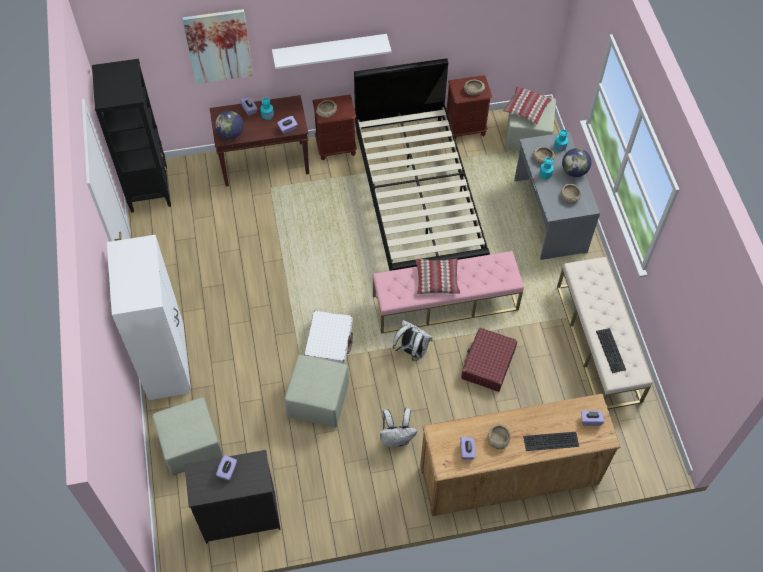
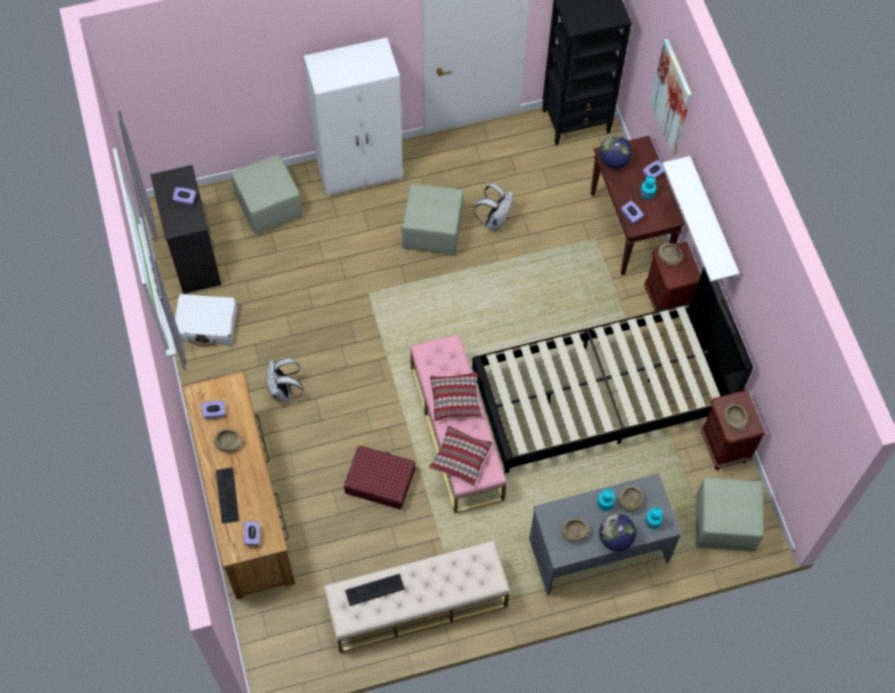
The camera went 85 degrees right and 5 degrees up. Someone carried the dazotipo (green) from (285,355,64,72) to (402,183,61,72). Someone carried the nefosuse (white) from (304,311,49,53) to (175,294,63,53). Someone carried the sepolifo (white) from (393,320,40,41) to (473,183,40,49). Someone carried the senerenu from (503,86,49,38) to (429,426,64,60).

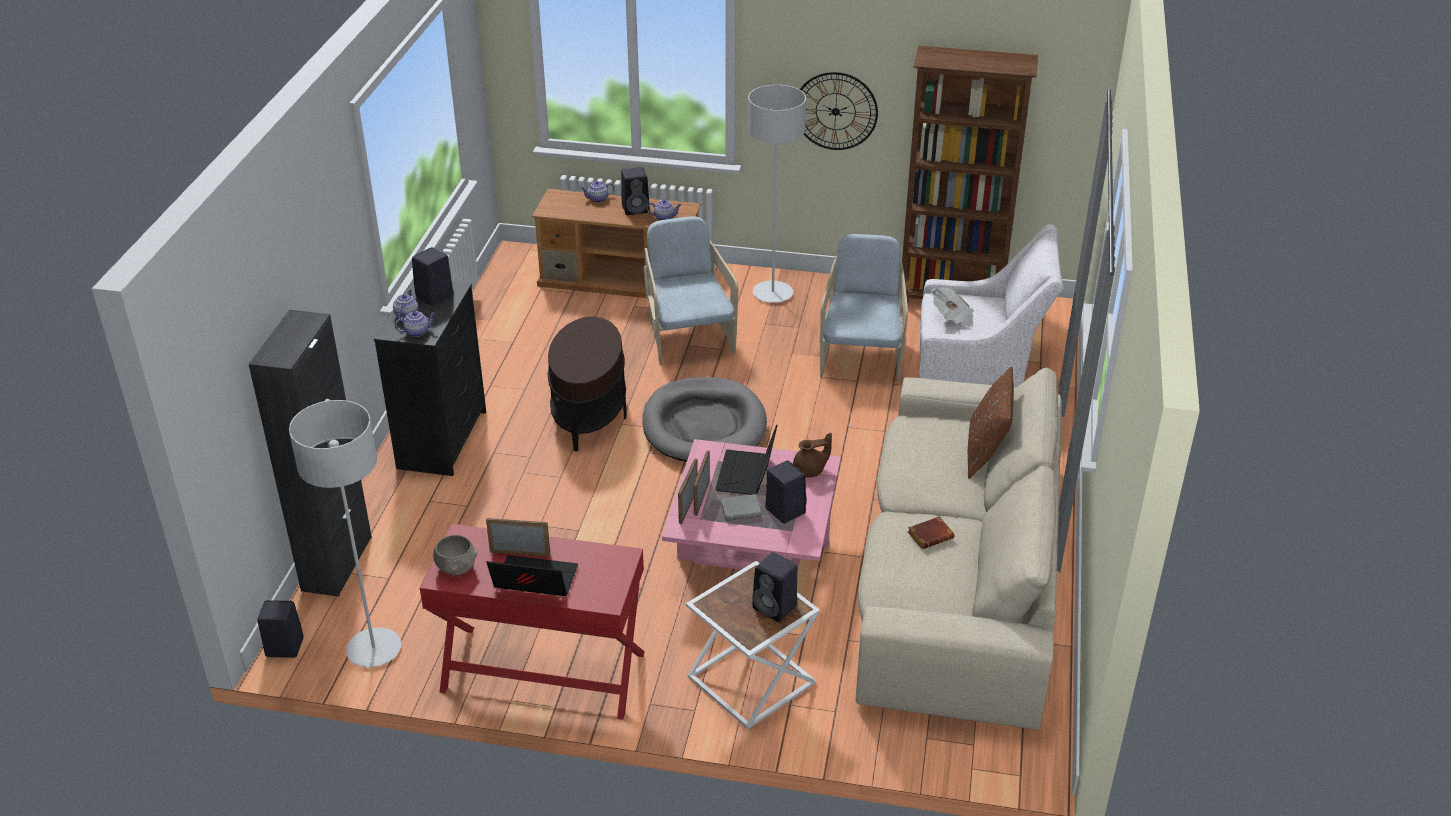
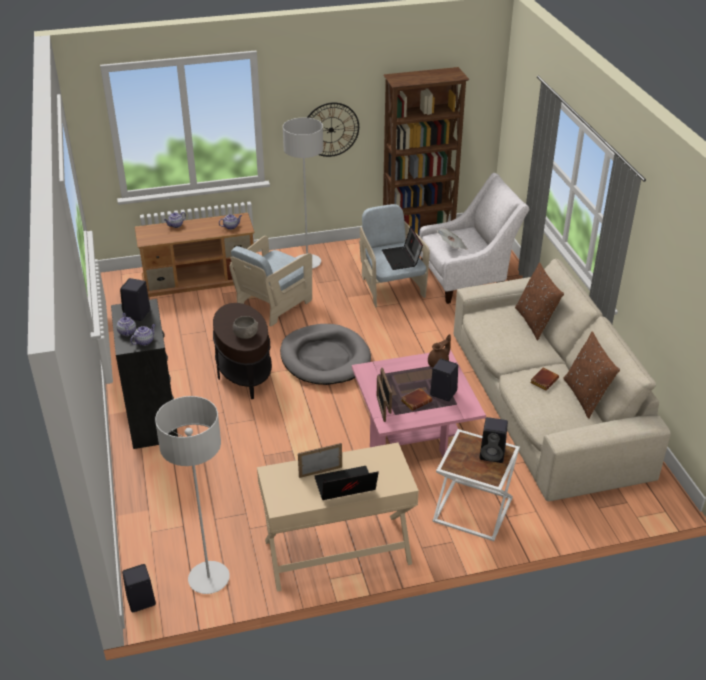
The camera went 25 degrees left and 0 degrees up. Someone took away the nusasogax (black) at (249,310,123,287). Someone repainted the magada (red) at (419,524,226,196), which became the magada (beige) at (257,443,162,149). Someone carried the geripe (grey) from (433,535,44,40) to (233,316,25,23). Someone took away the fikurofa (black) at (621,167,29,48). Someone rotated the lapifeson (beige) at (644,216,94,149) by 105 degrees counterclockwise. Someone carried the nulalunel from (715,424,63,71) to (382,226,41,44). Someone repainted the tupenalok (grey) at (721,494,40,27), which became the tupenalok (brown) at (401,388,31,23). Someone put down the senerenu (brown) at (563,332,57,87).

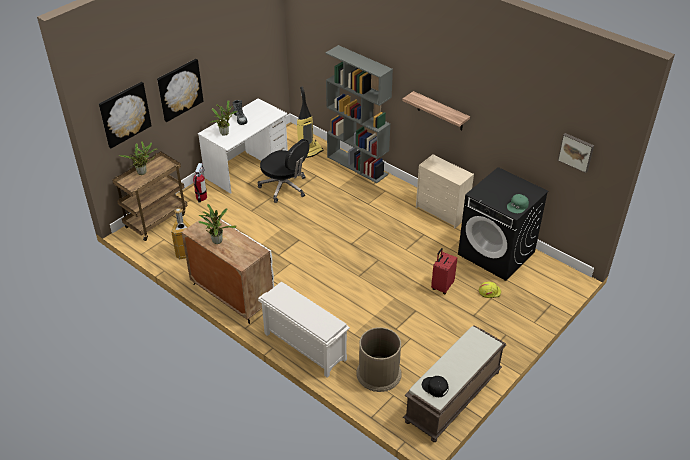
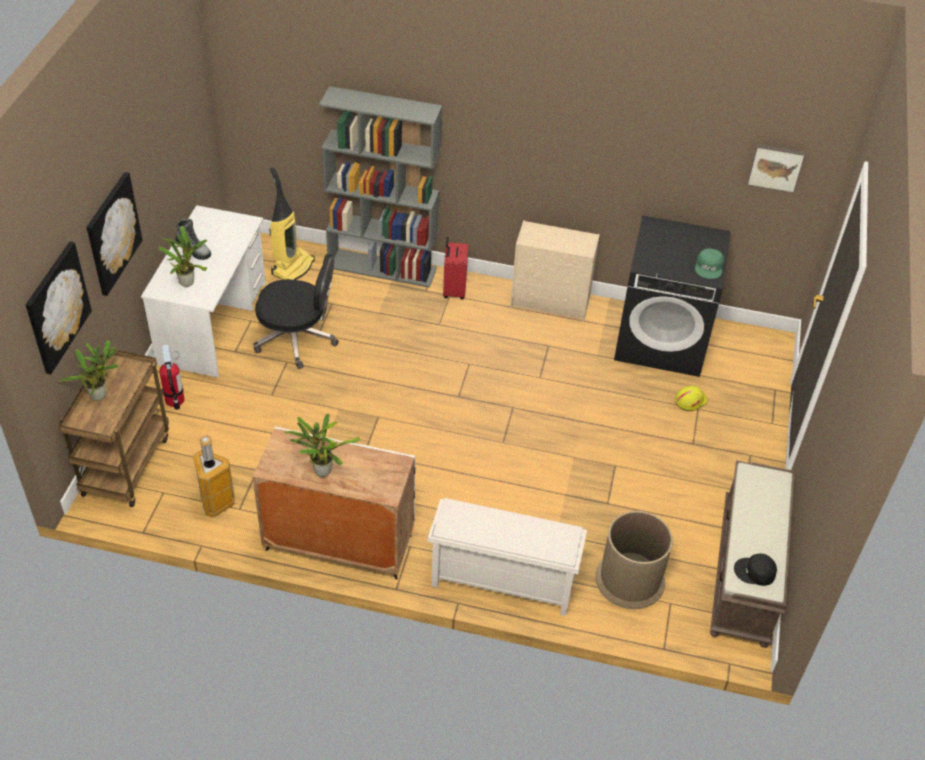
The camera went 30 degrees left and 5 degrees up. Someone took away the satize at (402,91,68,39). Someone carried the nefosuse (red) from (431,248,26,46) to (443,237,25,62).

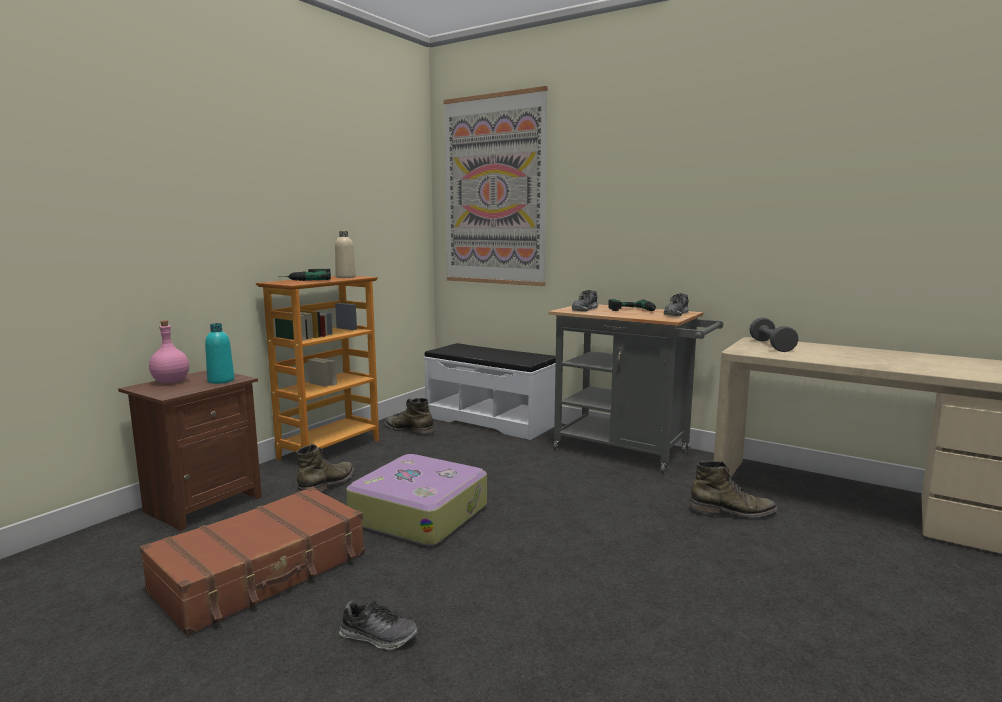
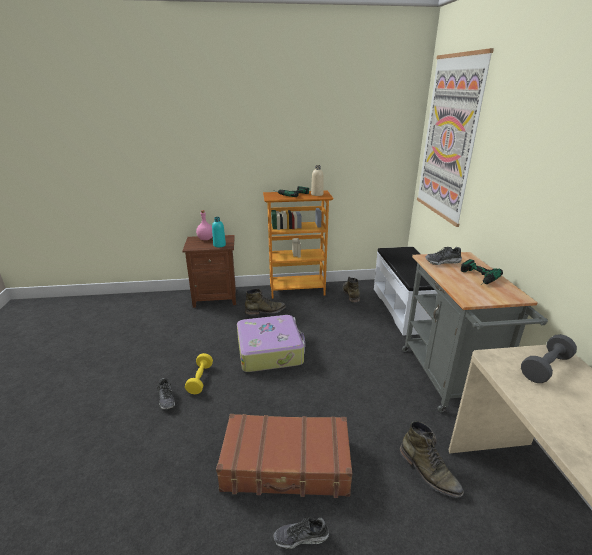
The camera went 50 degrees right and 15 degrees up. Someone carried the nefosuse (brown) from (140,487,225,149) to (216,414,136,84). Someone carried the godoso from (664,293,25,23) to (274,517,55,32). Someone put down the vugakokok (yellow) at (185,353,28,41).

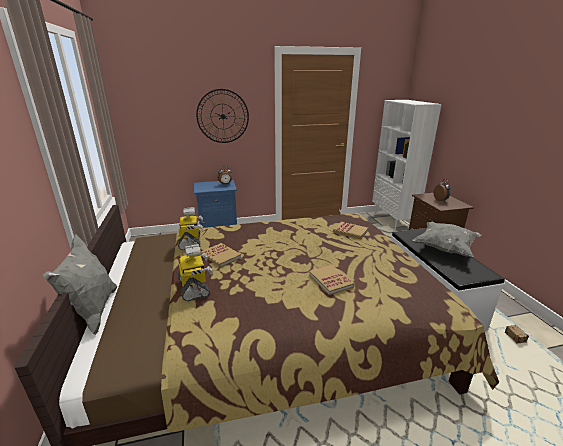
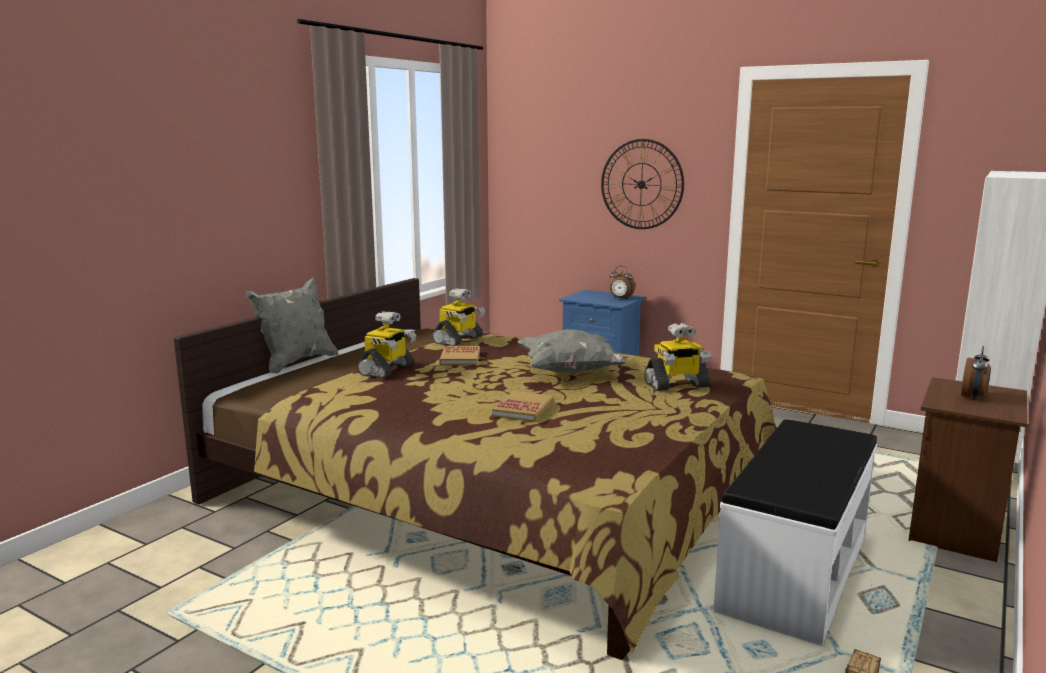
The camera went 45 degrees right and 10 degrees down. Someone swapped the tupenalok at (333,222,35,17) for the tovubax at (644,323,67,68). Someone carried the senerenu (grey) from (413,222,68,35) to (517,329,111,44).

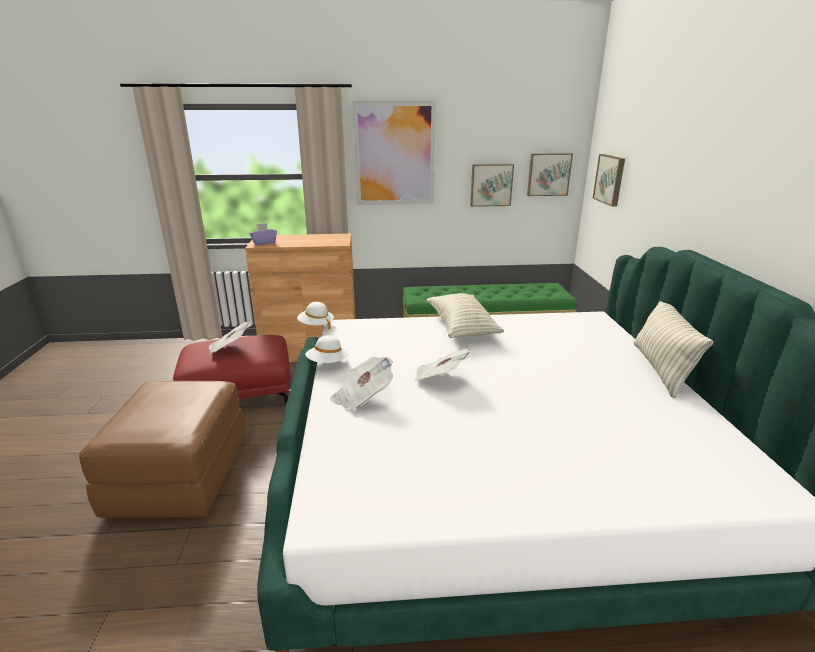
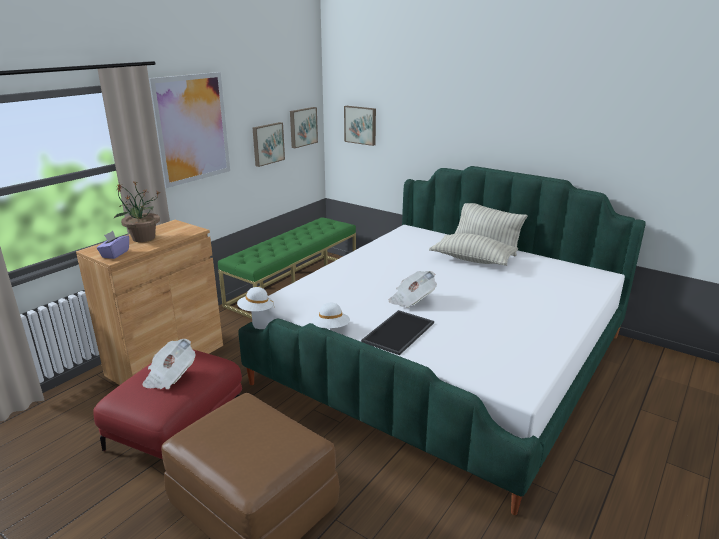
The camera went 50 degrees left and 0 degrees up. Someone swapped the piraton at (331,357,62,54) for the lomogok at (361,310,73,45). Someone carried the senerenu from (427,293,77,45) to (429,233,89,33). Someone put down the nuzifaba at (113,181,47,61).

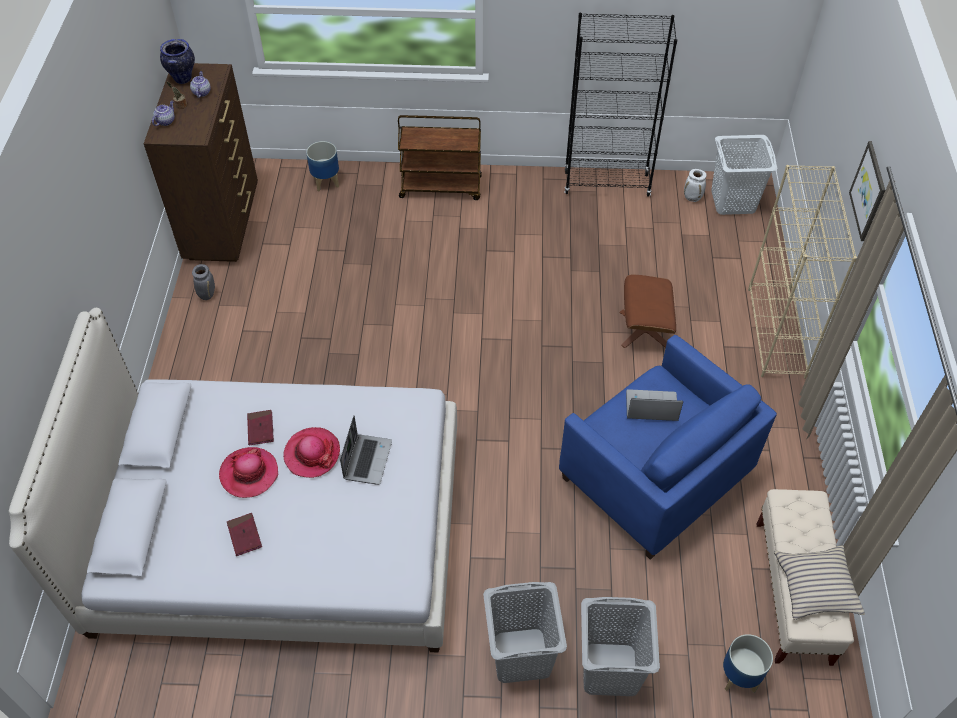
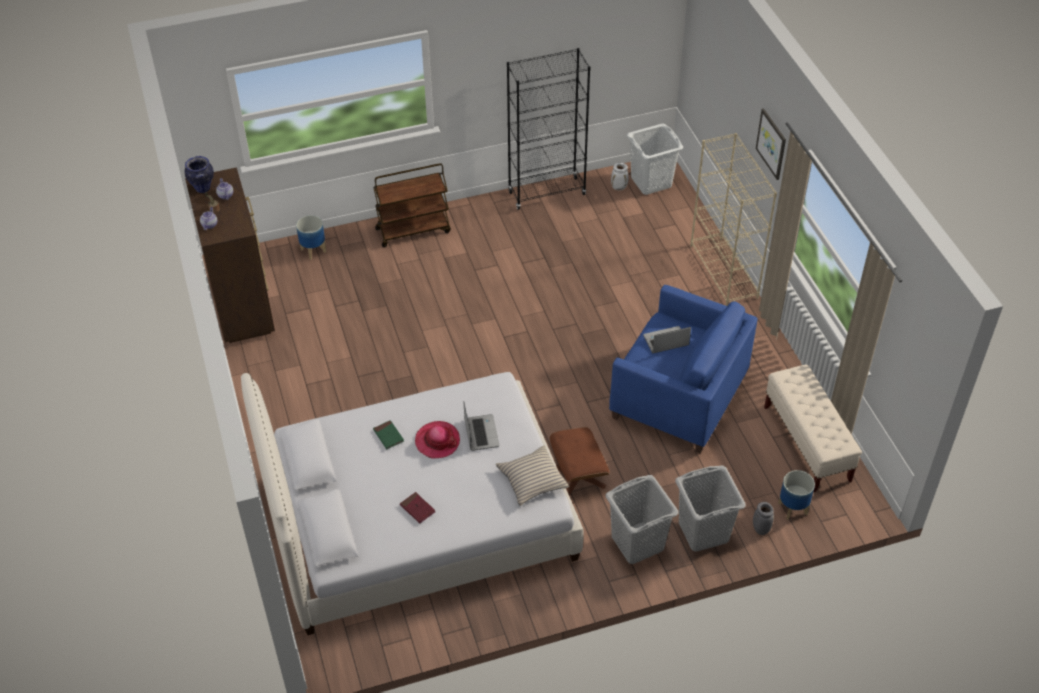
The camera went 20 degrees left and 5 degrees down. Someone carried the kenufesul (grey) from (192,264,23,36) to (753,502,21,33). Someone took away the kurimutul at (219,447,59,51). Someone repainted the tupenalok (red) at (247,410,27,35), which became the tupenalok (green) at (373,420,31,29). Someone carried the dazotipo (brown) from (619,275,57,73) to (550,427,60,69). Someone carried the senerenu (beige) from (774,545,91,75) to (496,445,73,61).

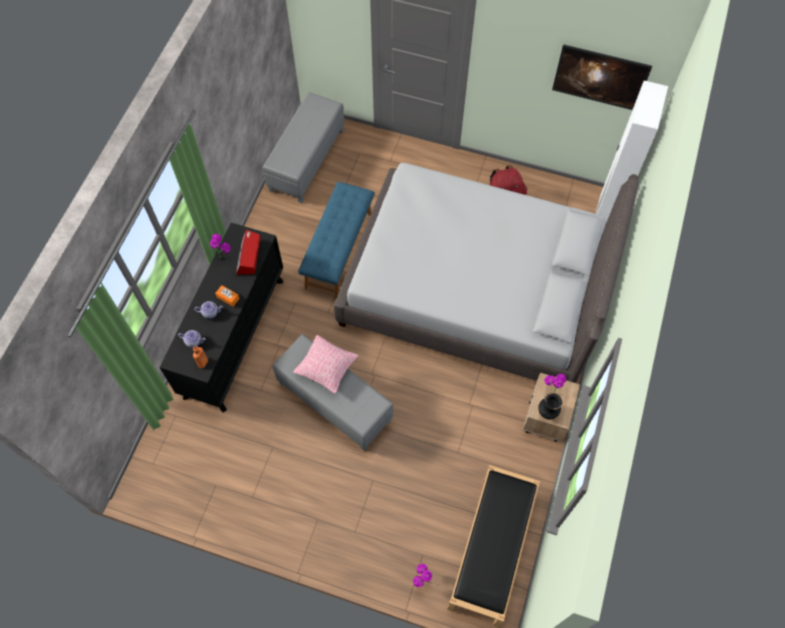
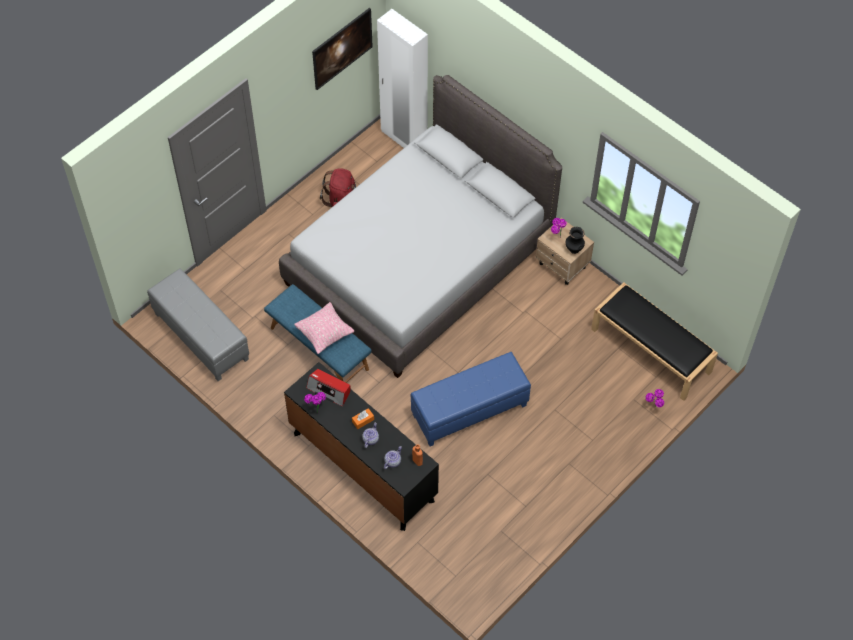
The camera went 65 degrees left and 5 degrees down. Someone repainted the dazotipo (grey) at (272,334,121,117), which became the dazotipo (blue) at (411,352,120,94). Someone carried the senerenu (pink) from (293,335,65,59) to (294,302,60,52).

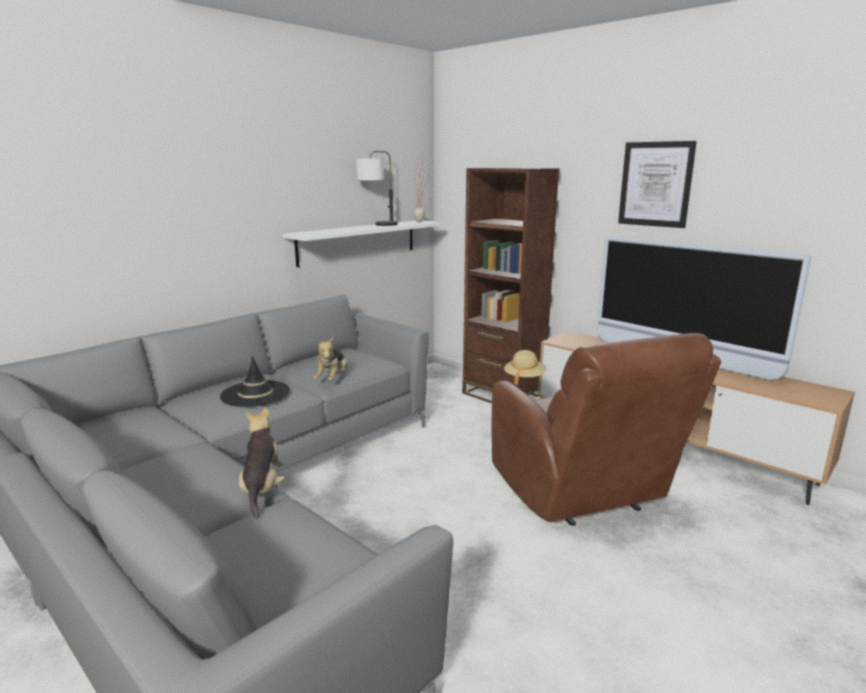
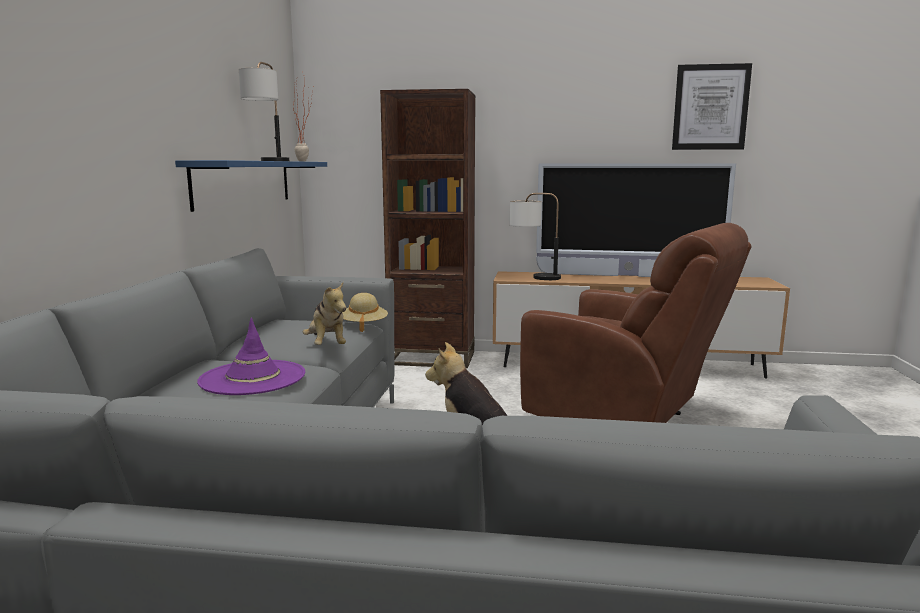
The camera went 35 degrees left and 5 degrees down. Someone repainted the kurimutul (black) at (220,356,70,51), which became the kurimutul (purple) at (197,318,108,77). Someone repainted the satize (white) at (283,220,159,47), which became the satize (blue) at (175,160,152,52). Someone carried the kurimutul (beige) from (504,350,43,35) to (342,293,46,39). Someone carried the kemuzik from (618,141,79,87) to (672,63,80,87). Someone put down the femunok at (510,193,51,87).

